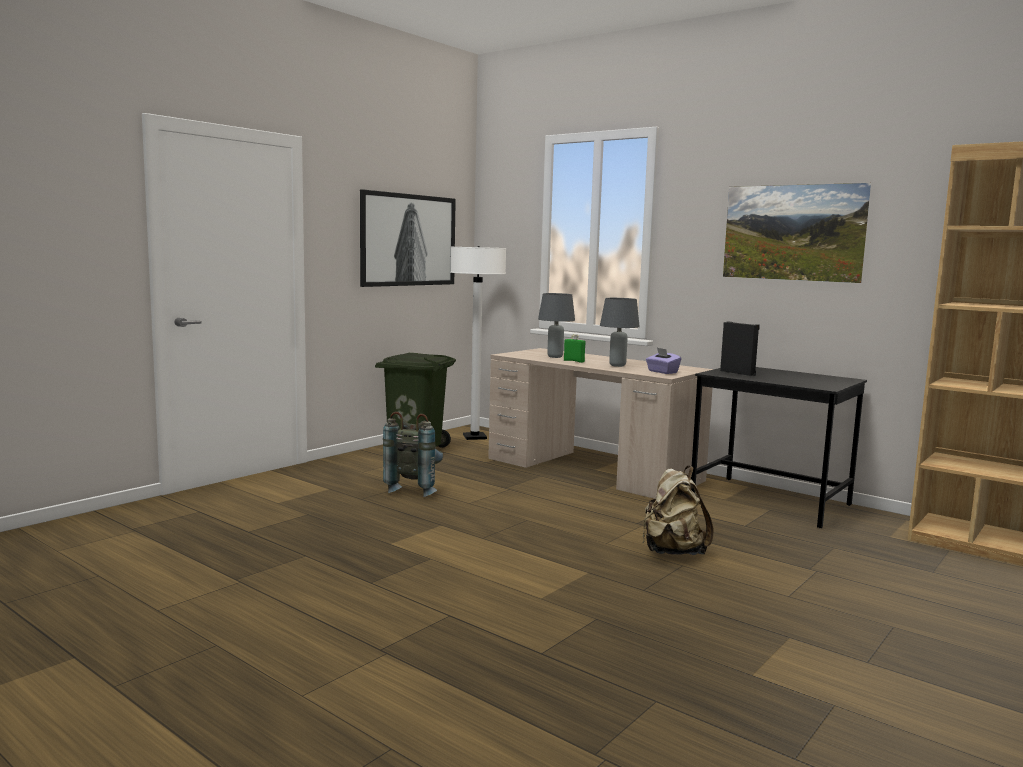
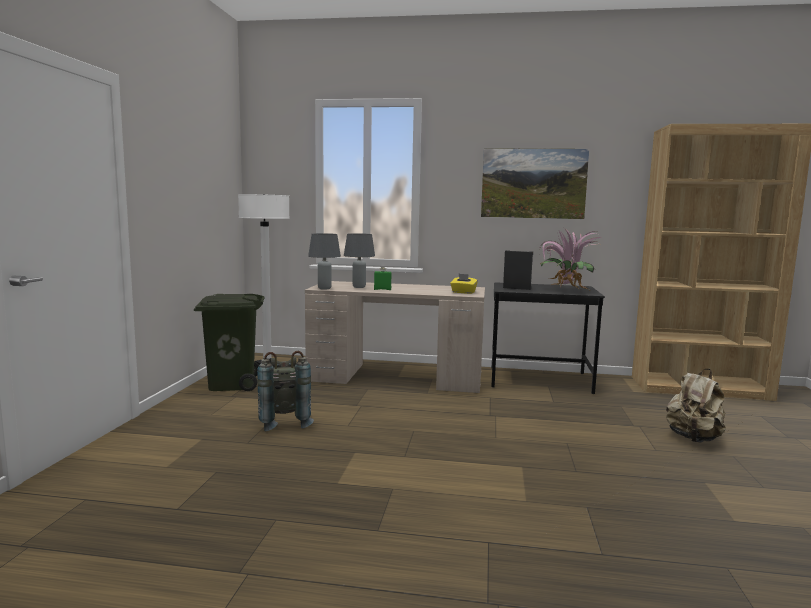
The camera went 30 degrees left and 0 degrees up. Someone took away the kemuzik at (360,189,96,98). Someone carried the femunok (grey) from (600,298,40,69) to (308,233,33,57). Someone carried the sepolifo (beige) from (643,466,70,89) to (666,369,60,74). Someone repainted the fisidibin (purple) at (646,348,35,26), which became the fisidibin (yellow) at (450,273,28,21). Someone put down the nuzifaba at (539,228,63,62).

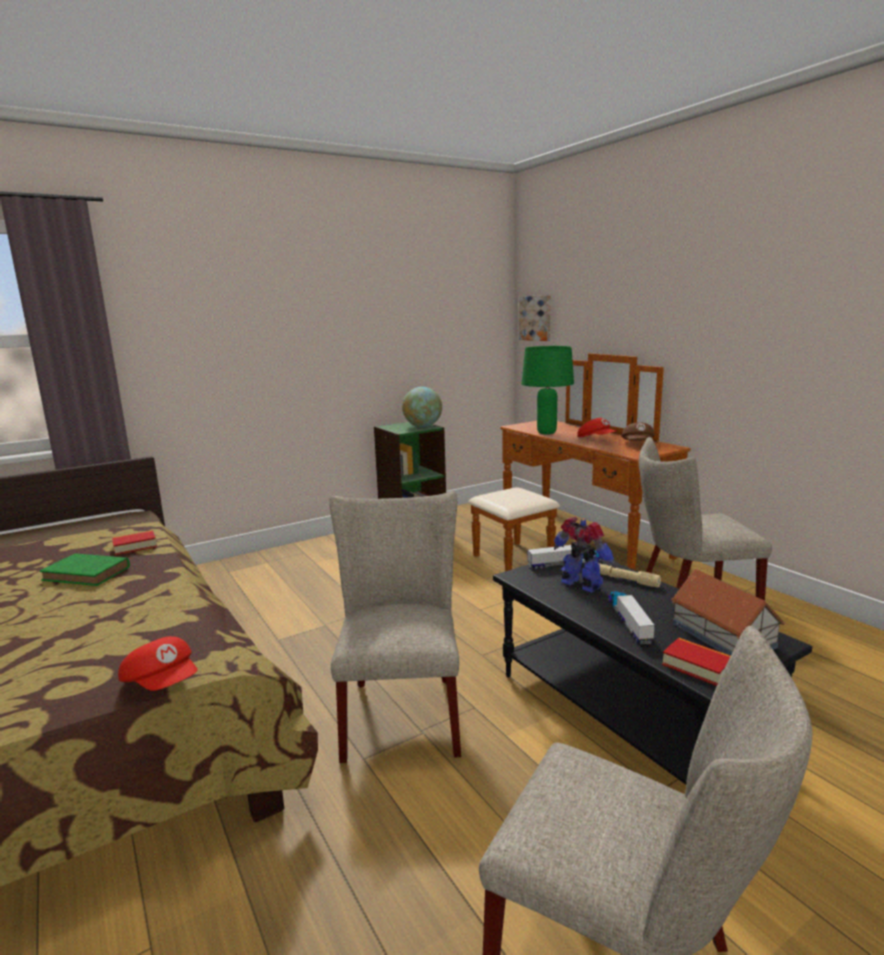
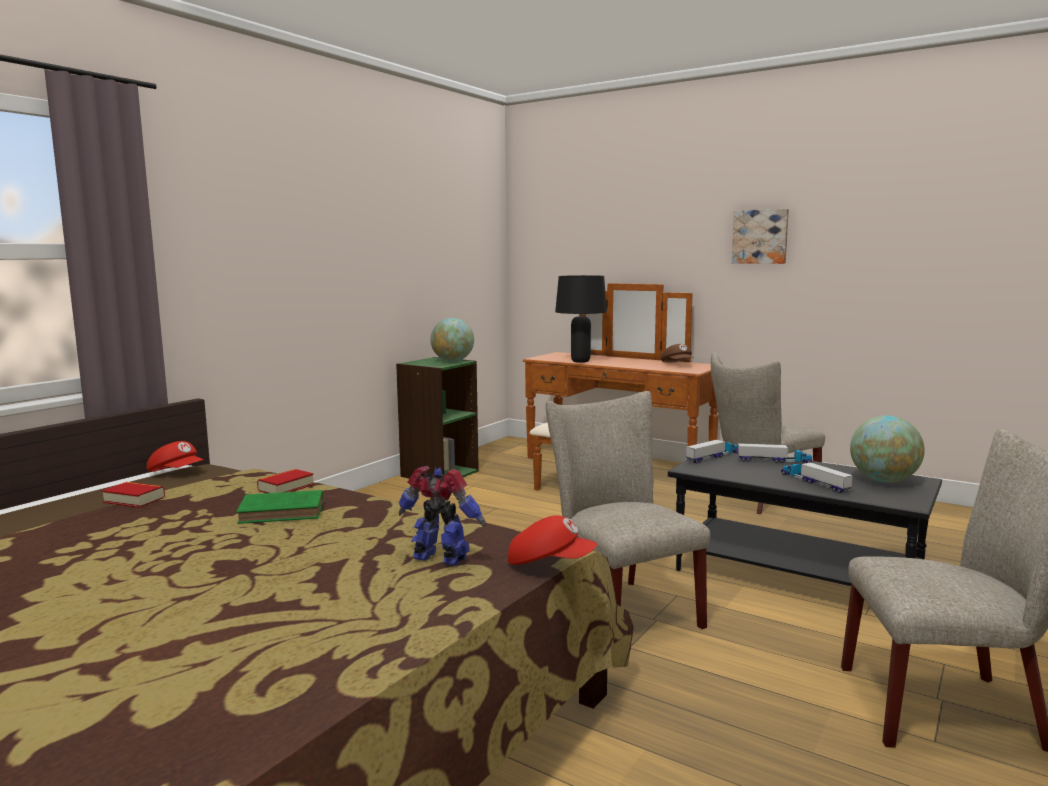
The camera went 25 degrees left and 5 degrees down. Someone carried the kemuzik from (519,295,32,46) to (732,209,57,55). Someone repainted the femunok (green) at (522,346,52,89), which became the femunok (black) at (555,275,52,88). Someone carried the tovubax from (554,517,63,76) to (399,466,87,100). Someone carried the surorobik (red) from (577,418,39,19) to (147,441,57,31). Someone swapped the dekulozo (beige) at (598,563,63,25) for the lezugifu at (738,443,74,20). Someone carried the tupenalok from (662,637,68,49) to (102,482,63,26). Someone swapped the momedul at (671,569,114,87) for the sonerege at (850,416,75,67).

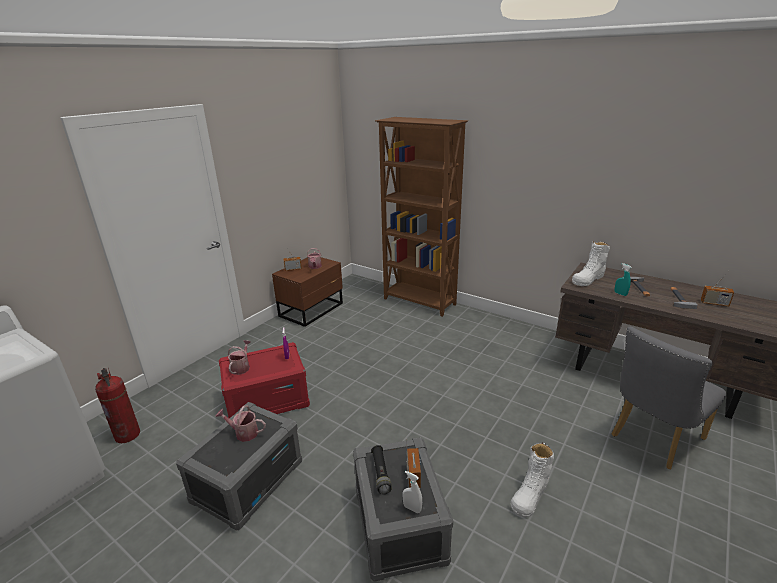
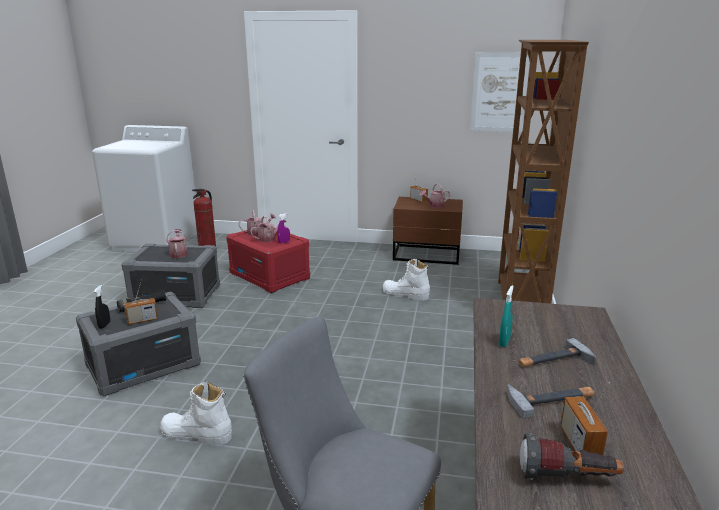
The camera went 65 degrees right and 5 degrees down. Someone repainted the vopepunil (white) at (403,471,19,42), which became the vopepunil (black) at (94,285,16,44). Someone carried the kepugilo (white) from (572,241,38,45) to (383,259,47,42). Someone put down the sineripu at (250,216,36,26). Someone put up the kemuzik at (470,52,60,80). Someone put down the dekulozo at (520,433,104,47).

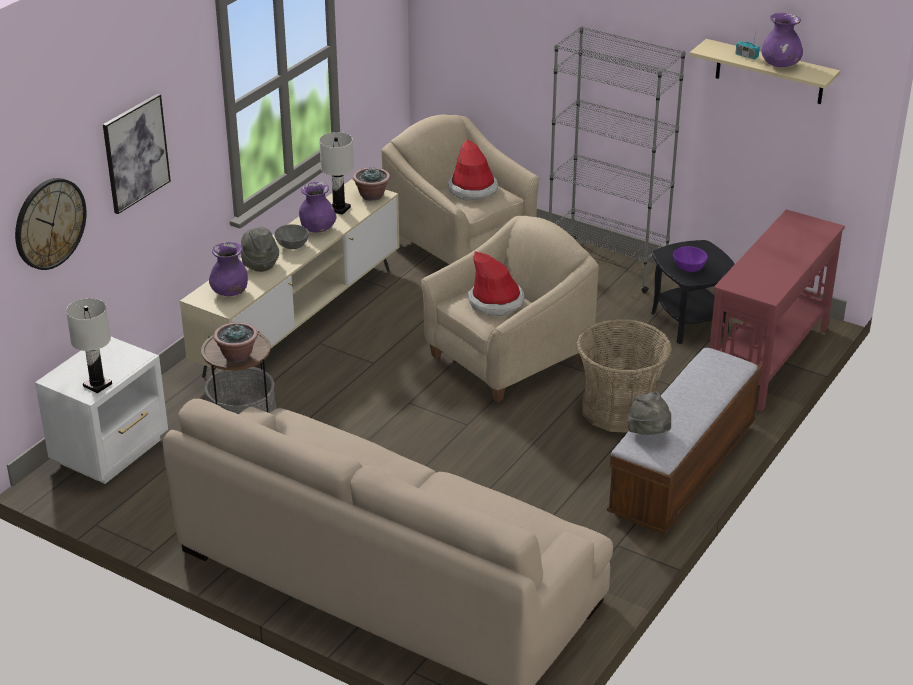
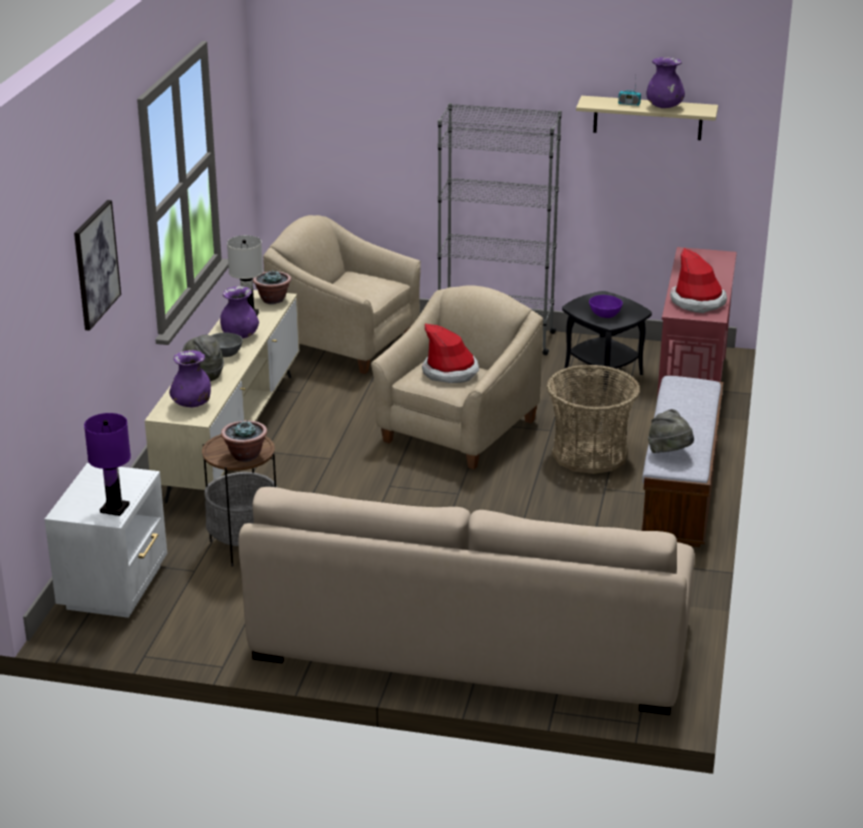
The camera went 20 degrees left and 5 degrees down. Someone took away the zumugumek at (15,178,72,92). Someone repainted the femunok (white) at (66,298,46,96), which became the femunok (purple) at (84,413,47,103). Someone carried the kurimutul from (448,139,50,62) to (670,248,57,65).

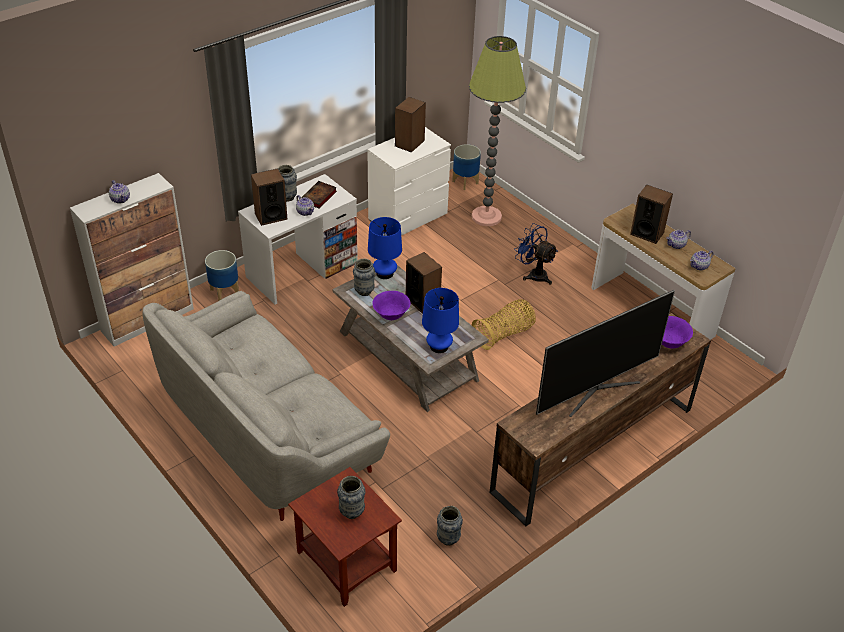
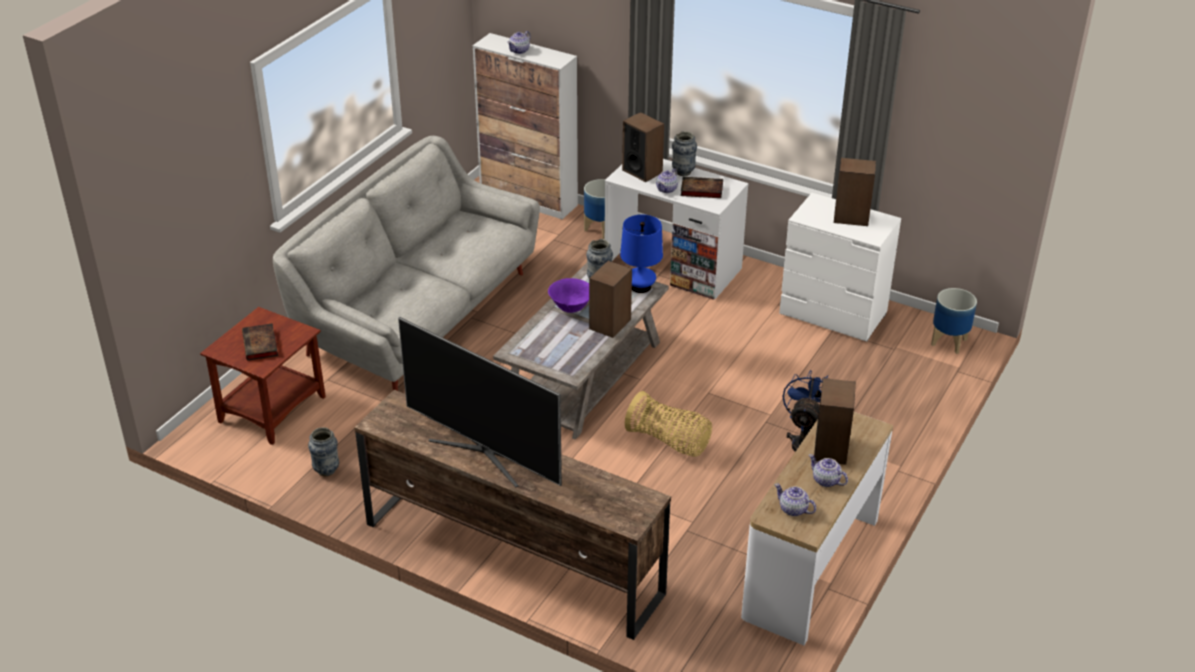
The camera went 70 degrees right and 5 degrees down. Someone swapped the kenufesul at (337,476,28,43) for the tupenalok at (242,323,36,38). Someone took away the femunok (blue) at (422,288,37,65). Someone took away the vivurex at (469,36,57,190). Someone took away the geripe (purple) at (662,316,31,32).

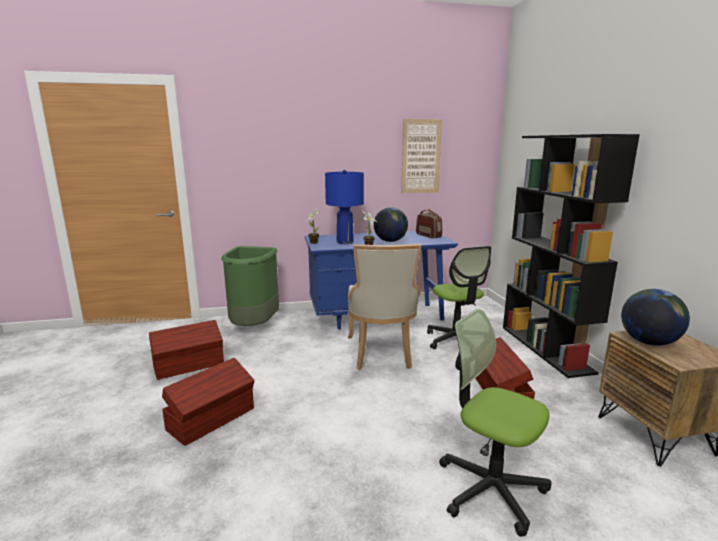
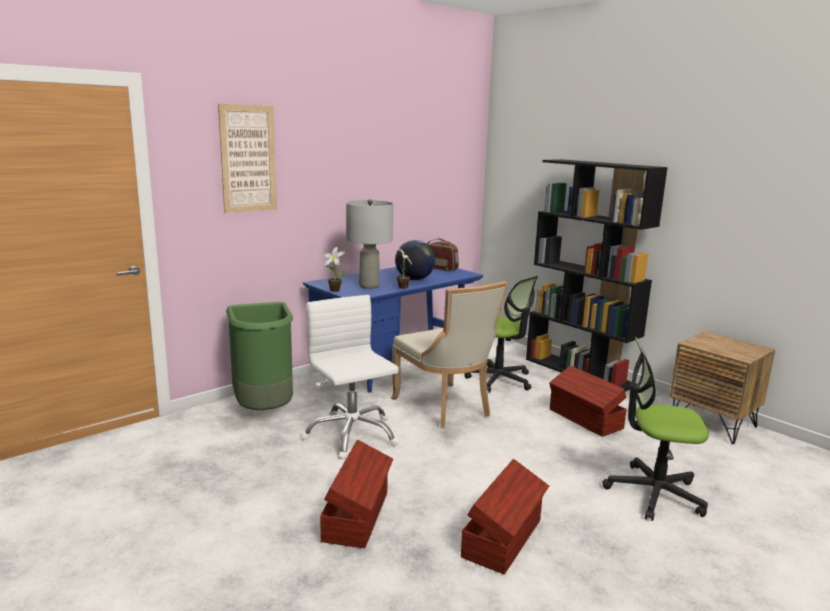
The camera went 30 degrees left and 0 degrees up. Someone carried the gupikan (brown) from (149,320,75,60) to (461,459,88,115). Someone repainted the femunok (blue) at (325,170,39,74), which became the femunok (grey) at (347,199,46,90). Someone carried the kemuzik from (401,119,41,74) to (218,103,59,110). Someone took away the sonerege at (621,289,69,57). Someone put down the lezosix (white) at (302,295,97,164).

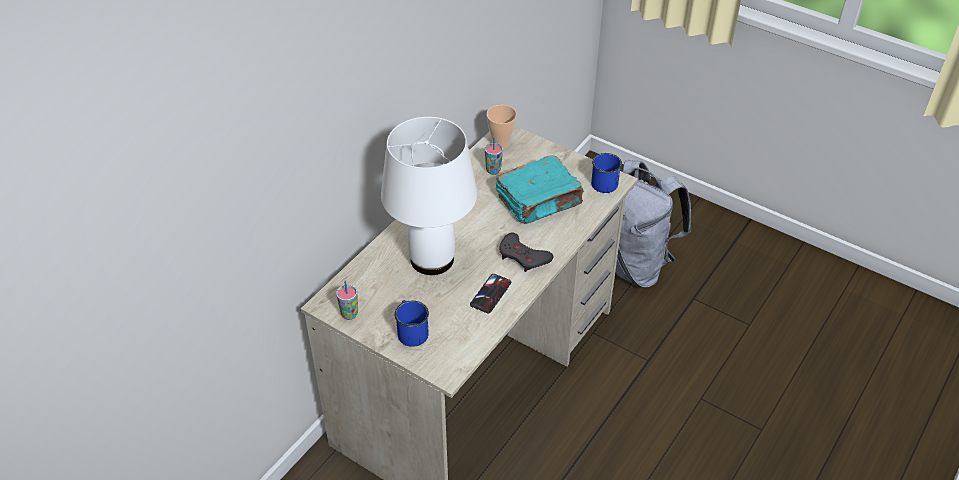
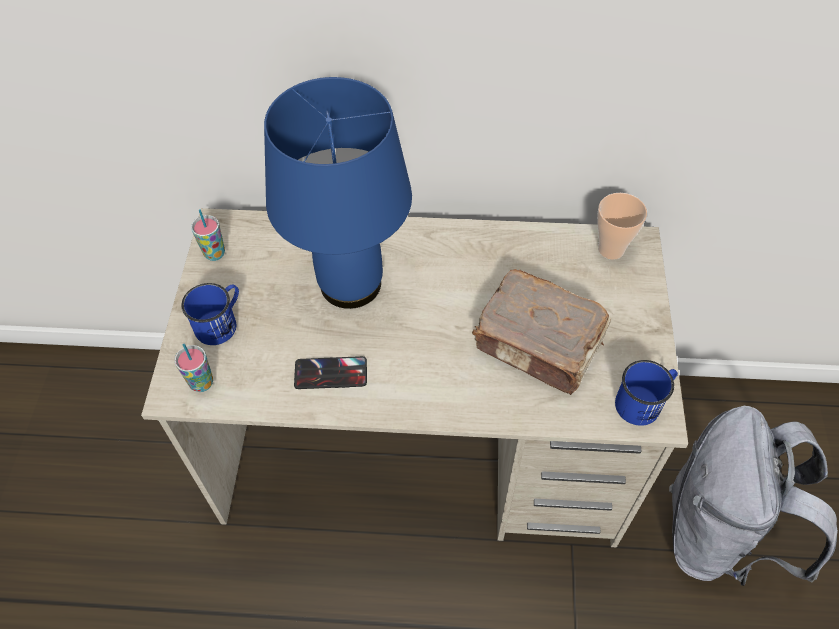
The camera went 60 degrees right and 10 degrees up. Someone repainted the femunok (white) at (381,117,96,158), which became the femunok (blue) at (264,77,148,232). Someone carried the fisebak from (485,137,18,38) to (175,344,38,48). Someone repainted the tupenalok (turquoise) at (496,156,88,68), which became the tupenalok (brown) at (472,269,139,126). Someone took away the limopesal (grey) at (499,232,54,40).

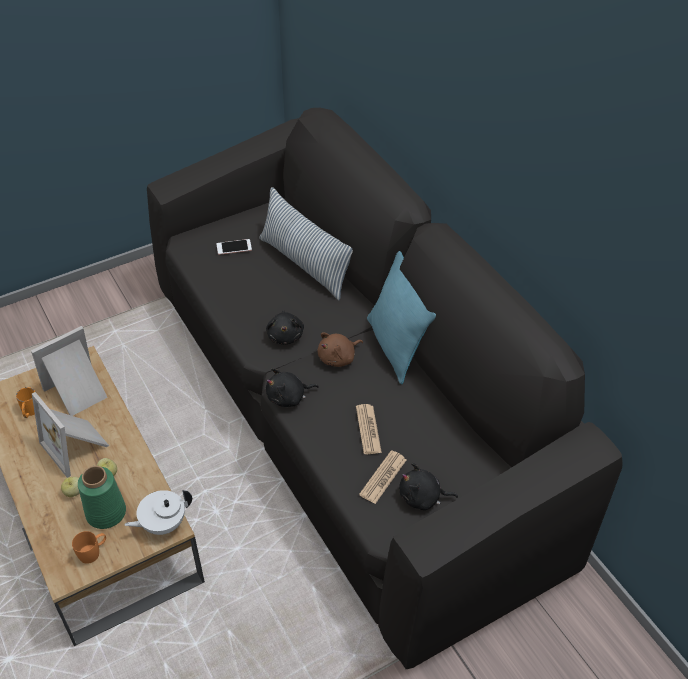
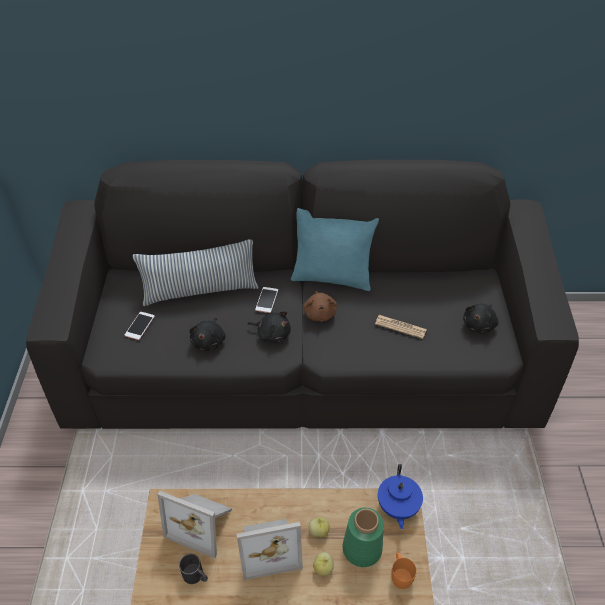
The camera went 60 degrees left and 0 degrees up. Someone repainted the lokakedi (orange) at (16,387,19,31), which became the lokakedi (black) at (179,554,29,30). Someone rotated the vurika at (31,326,76,90) by 60 degrees counterclockwise. Someone repainted the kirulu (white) at (125,490,67,45), which became the kirulu (blue) at (378,464,45,66). Someone carried the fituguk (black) from (266,368,53,39) to (189,318,37,33). Someone took away the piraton at (359,450,47,54). Someone put down the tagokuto at (255,287,23,26).

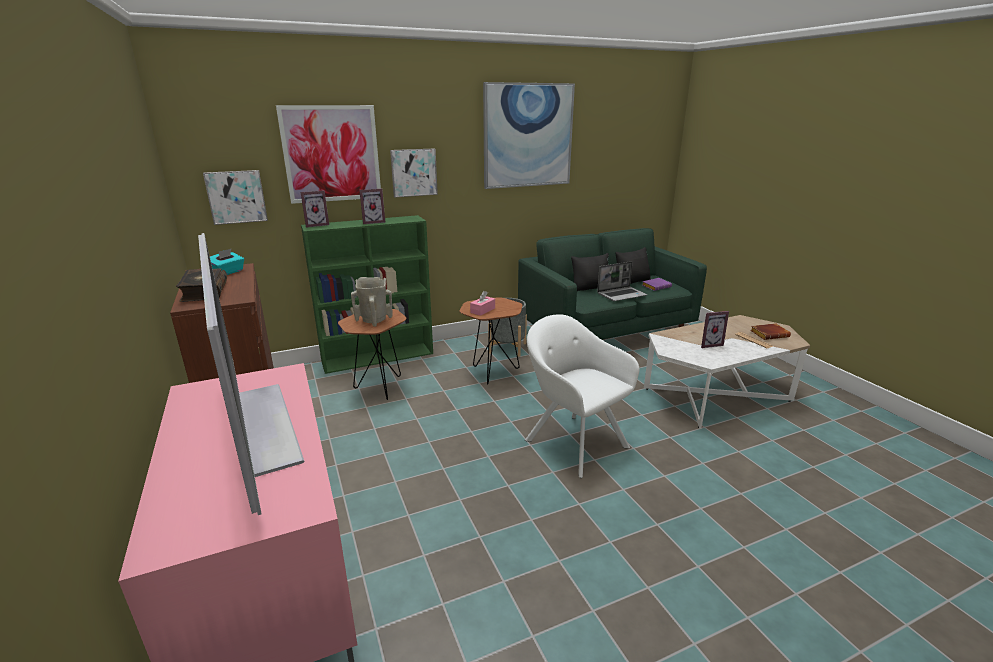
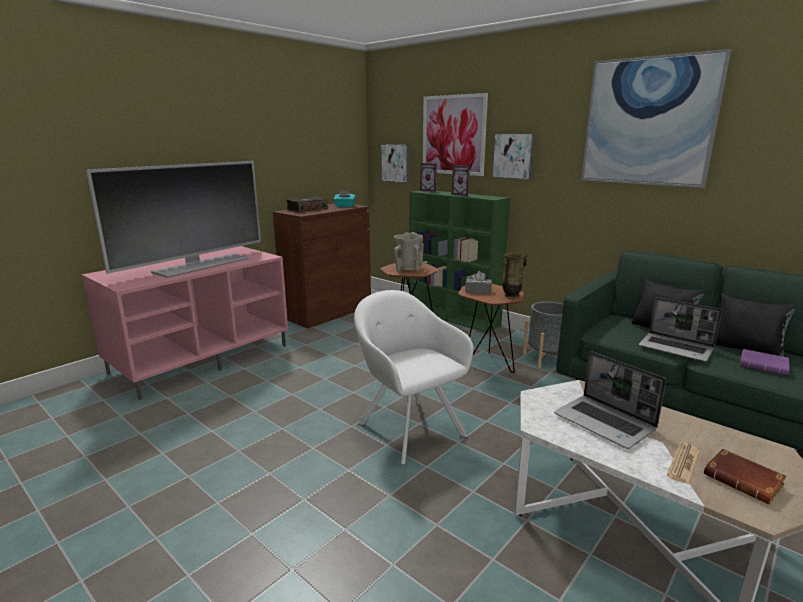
The camera went 65 degrees right and 5 degrees down. Someone repainted the fisidibin (pink) at (470,291,25,25), which became the fisidibin (grey) at (465,271,27,23). Someone rotated the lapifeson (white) at (525,314,115,164) by 60 degrees counterclockwise. Someone swapped the vurika at (701,311,28,37) for the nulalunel at (554,351,112,98). Someone put down the kenufesul at (503,253,24,45).

